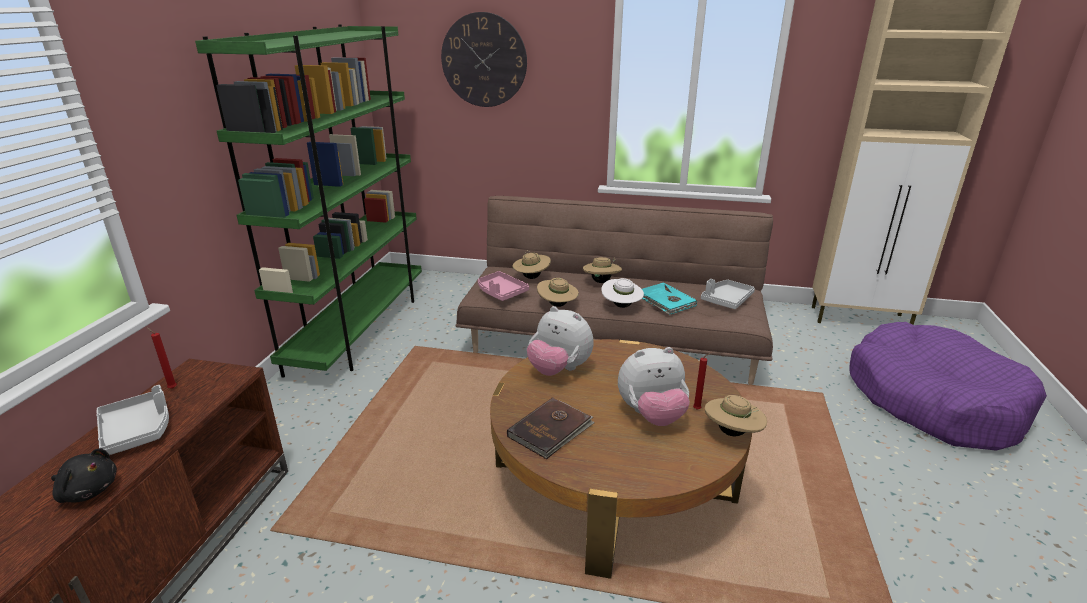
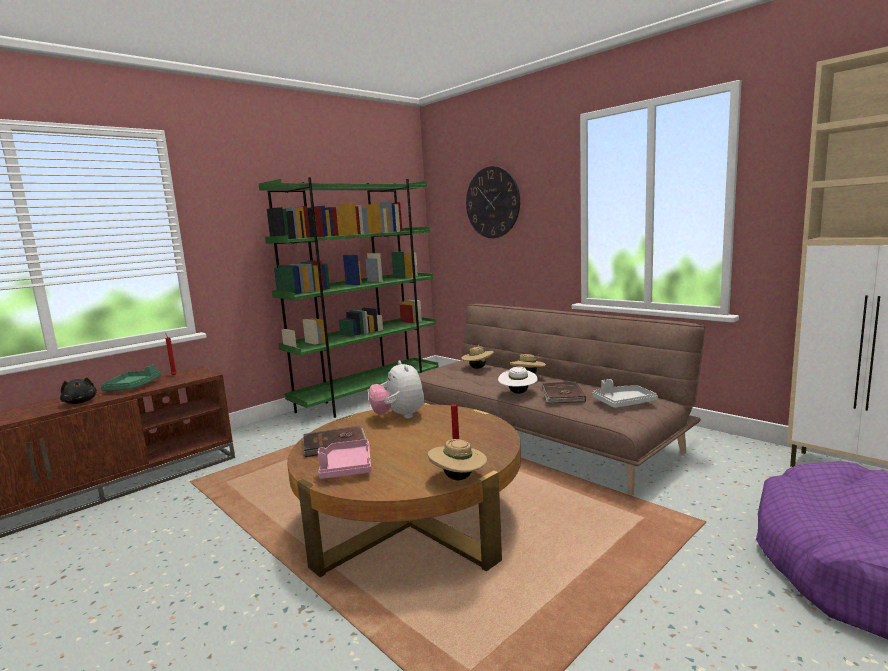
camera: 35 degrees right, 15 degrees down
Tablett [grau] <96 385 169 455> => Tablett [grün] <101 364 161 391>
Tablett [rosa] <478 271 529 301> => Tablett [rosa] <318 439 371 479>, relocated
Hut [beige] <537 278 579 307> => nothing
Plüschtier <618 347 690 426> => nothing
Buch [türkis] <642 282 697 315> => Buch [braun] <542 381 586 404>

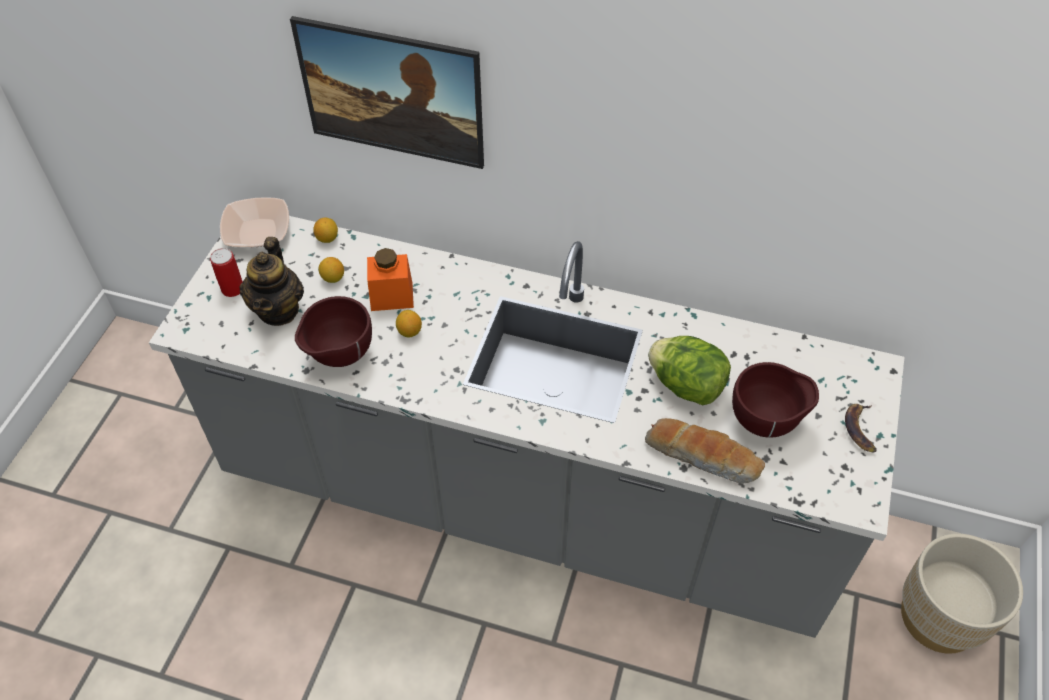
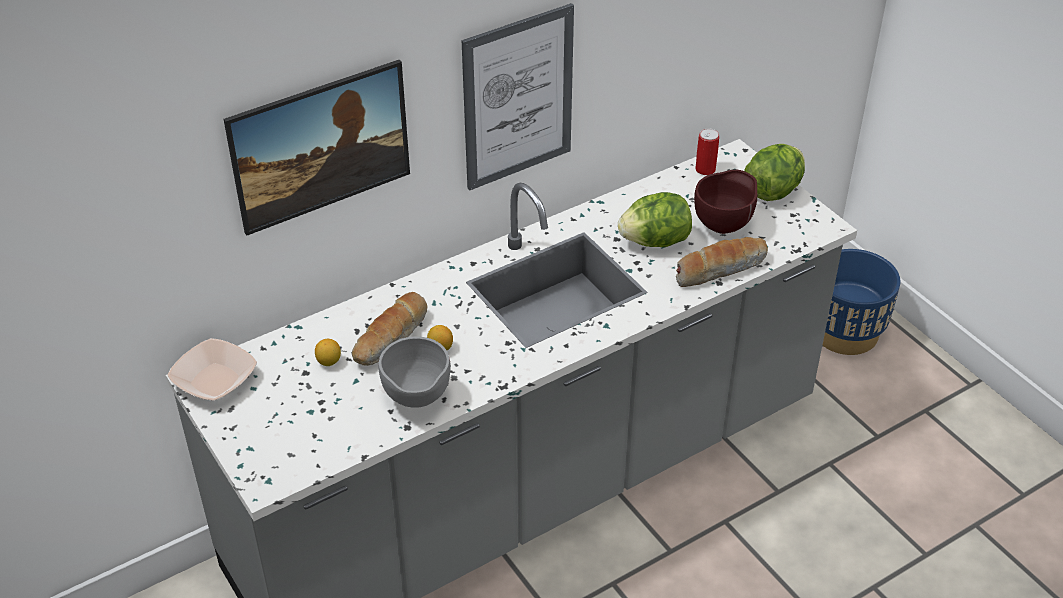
camera: 50 degrees left, 10 degrees down
Dose <210 248 243 297> => Dose <695 129 719 175>, relocated
Teekanne <239 237 304 326> => nothing
Schüssel [braun] <295 296 372 367> => Schüssel [grau] <378 336 451 408>
Zitrone <313 218 338 243> => nothing
Vorratsglas [orange] <367 248 414 311> => Brot <352 292 428 366>
Banane <845 404 877 453> => Salatkopf <744 144 805 201>
Pflanzkübel [beige] <901 534 1023 654> => Pflanzkübel [blau] <823 249 900 355>
nothing => Bild <462 3 574 190>

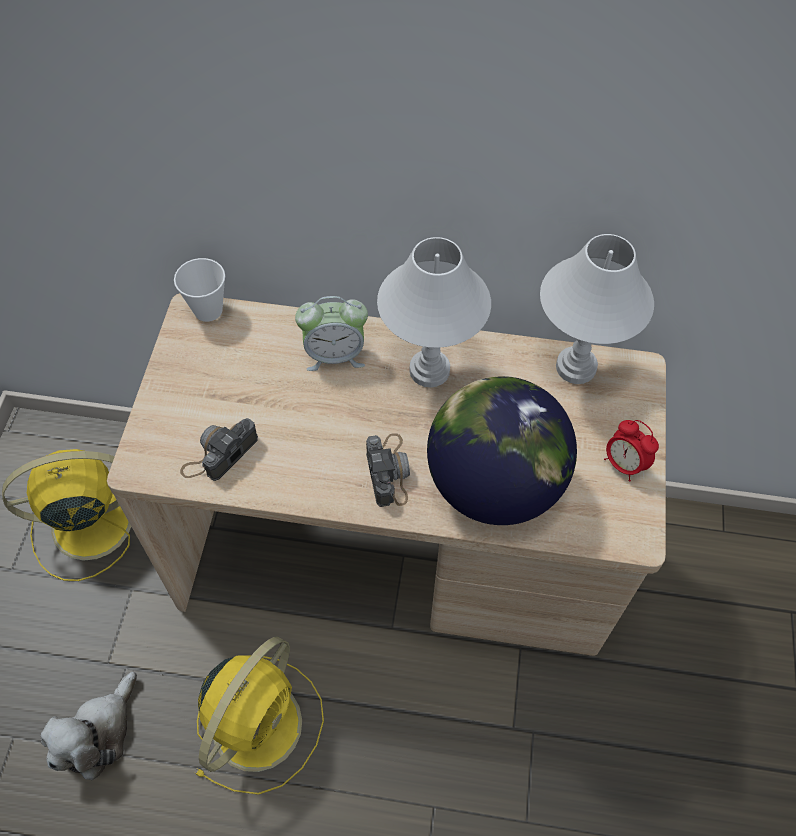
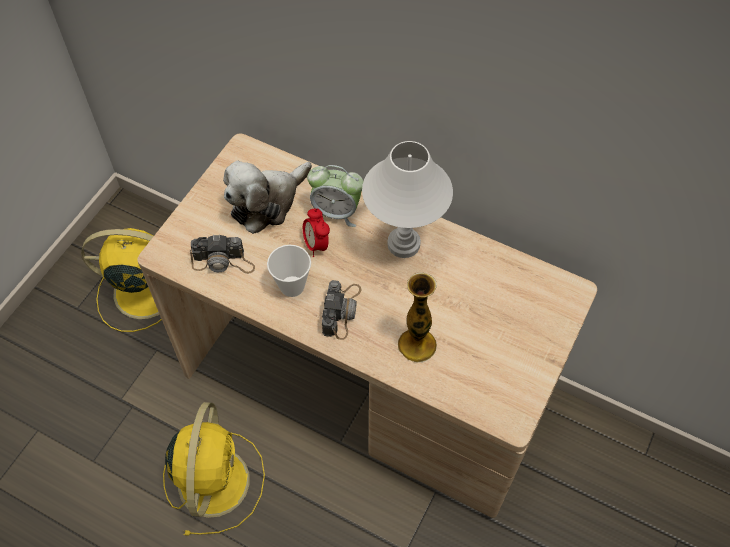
camera: 20 degrees right, 0 degrees up
Plüschtier <40 672 137 780> => Plüschtier <223 160 312 234>, relocated
Tasse <174 258 225 322> => Tasse <267 245 311 297>, relocated
Kamera <180 418 258 481> => Kamera <190 234 255 274>, 150 degrees counterclockwise
Ventilator [gelb] <194 636 324 795> => Ventilator [gelb] <163 402 265 536>, 45 degrees counterclockwise
Globus <427 376 577 525> => Vase <398 272 437 363>
Tischlampe [weiß] <540 234 654 384> => nothing
Wecker <604 420 659 482> => Wecker <303 208 330 257>, relocated

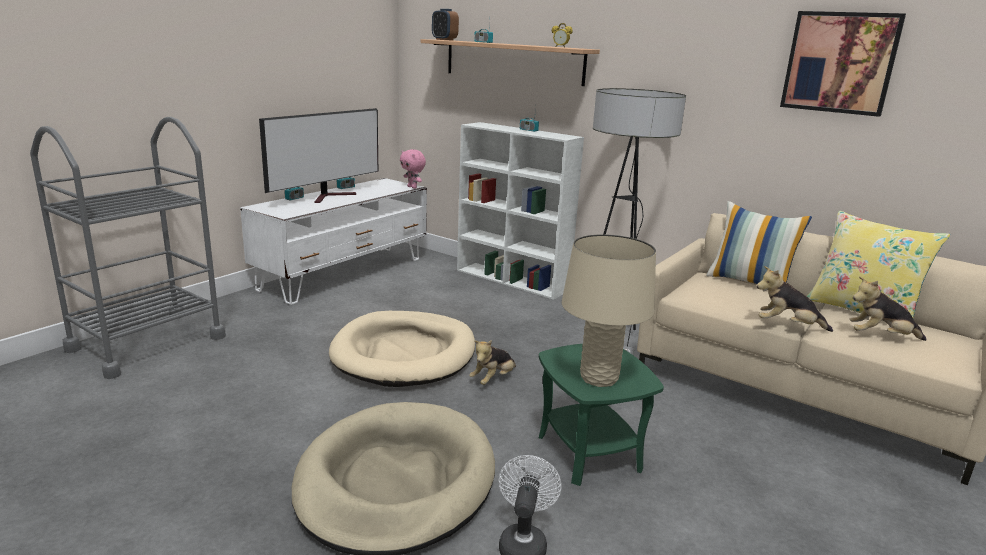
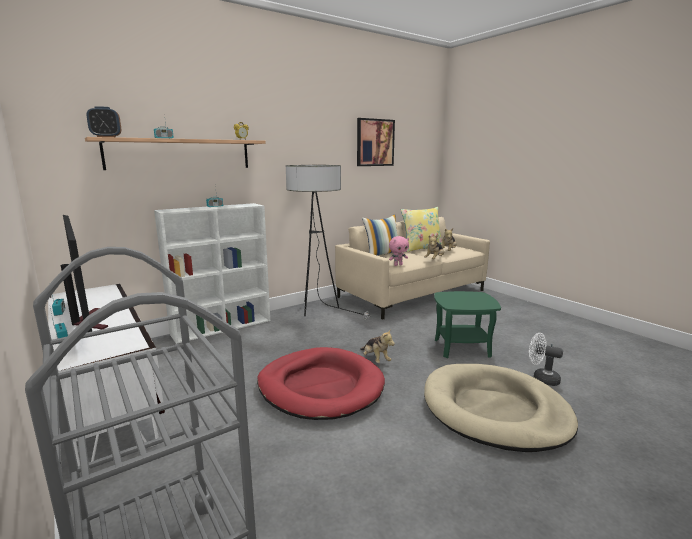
camera: 70 degrees left, 5 degrees down
Hundebett [beige] <329 311 475 387> => Hundebett [rot] <257 347 385 420>
Plüschtier [rosa] <400 149 426 189> => Plüschtier [rosa] <389 236 409 266>, relocated
Tischlampe [beige] <562 234 656 387> => nothing

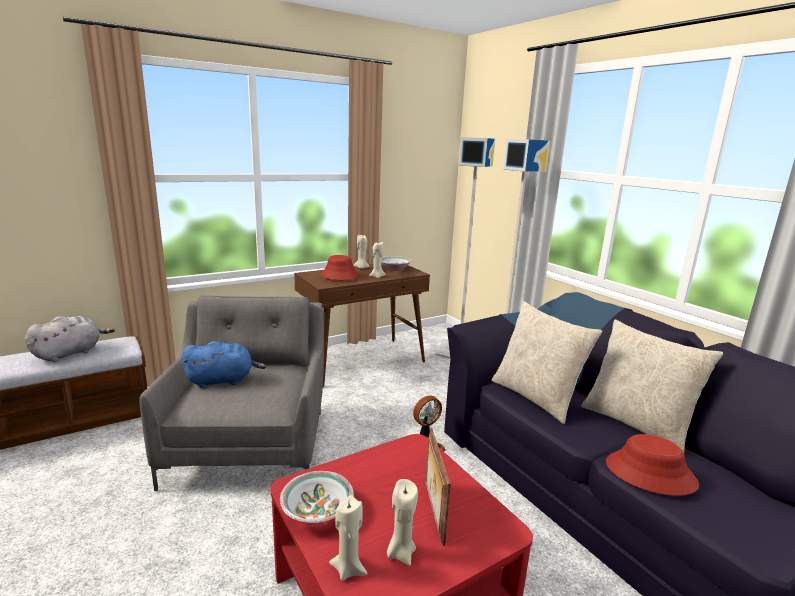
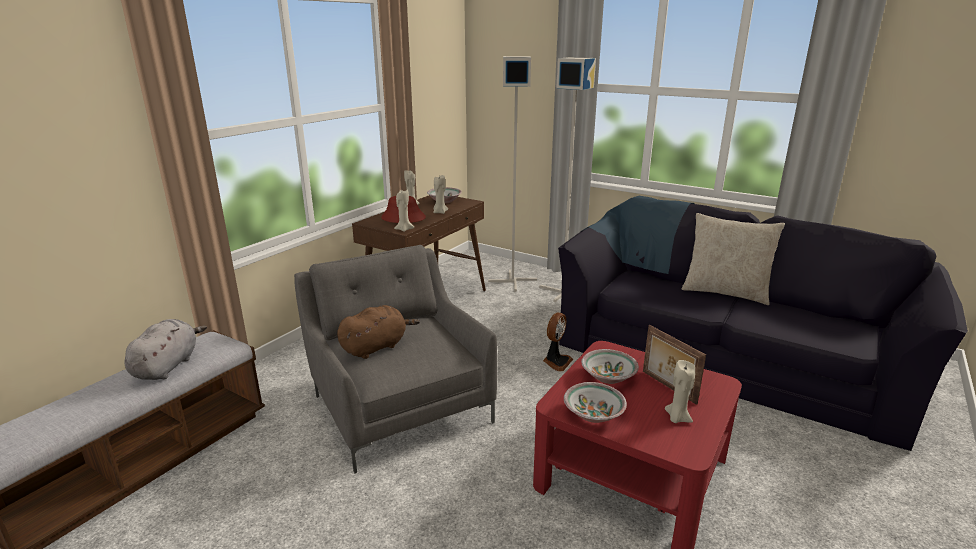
camera: 25 degrees left, 5 degrees up
Plüschtier [blau] <181 341 266 388> => Plüschtier [braun] <337 305 420 359>
Kerze [beige] <329 495 367 581> => Kerze [beige] <394 190 414 232>, relocated
Kissen [beige] <491 301 602 424> => nothing
Hut [rot] <606 434 699 496> => nothing
nothing => Schüssel <581 349 639 384>

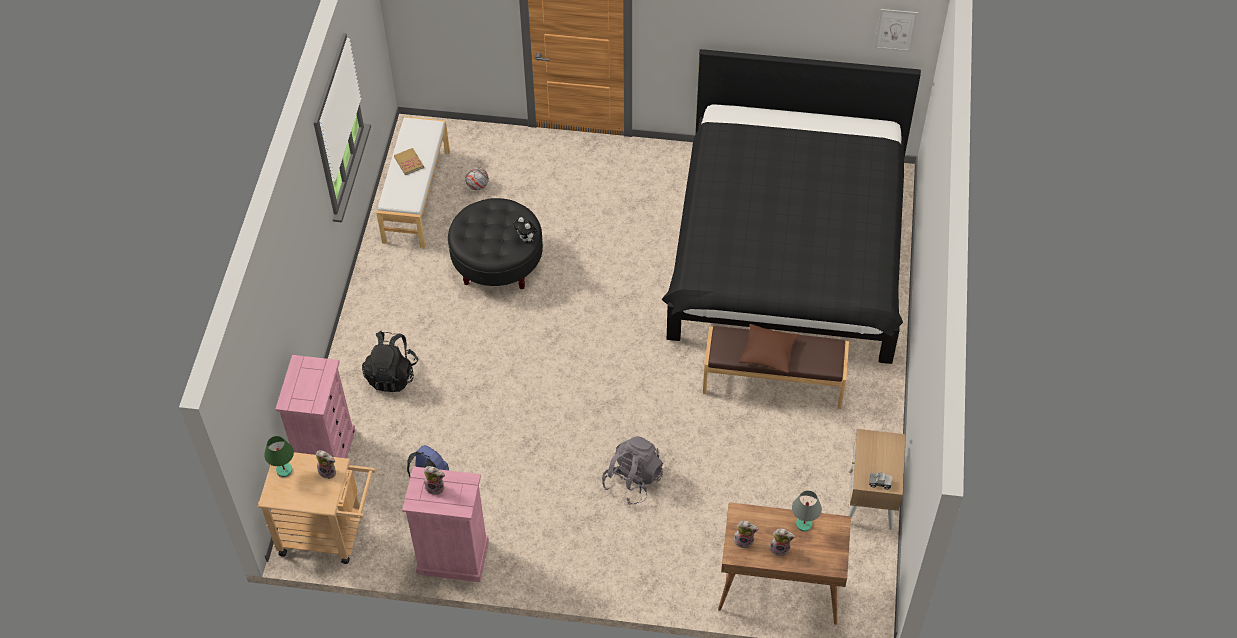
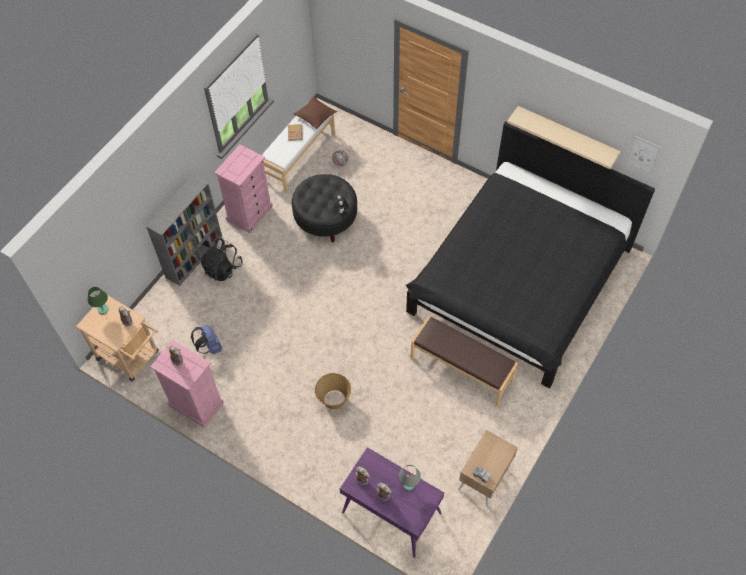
camera: 25 degrees right, 5 degrees up
Kommode [rosa] <275 355 355 458> => Kommode [rosa] <214 145 273 233>, relocated
Rucksack [grau] <602 436 663 505> => Korb <315 373 351 410>
Schreibtisch [braun] <718 502 851 625> => Schreibtisch [lila] <340 447 444 558>
Kissen [braun] <739 324 799 373> => Kissen [braun] <294 96 337 129>, relocated
nothing => Bücherregal [grau] <146 175 222 286>
nothing => Wandregal [beige] <507 106 621 169>

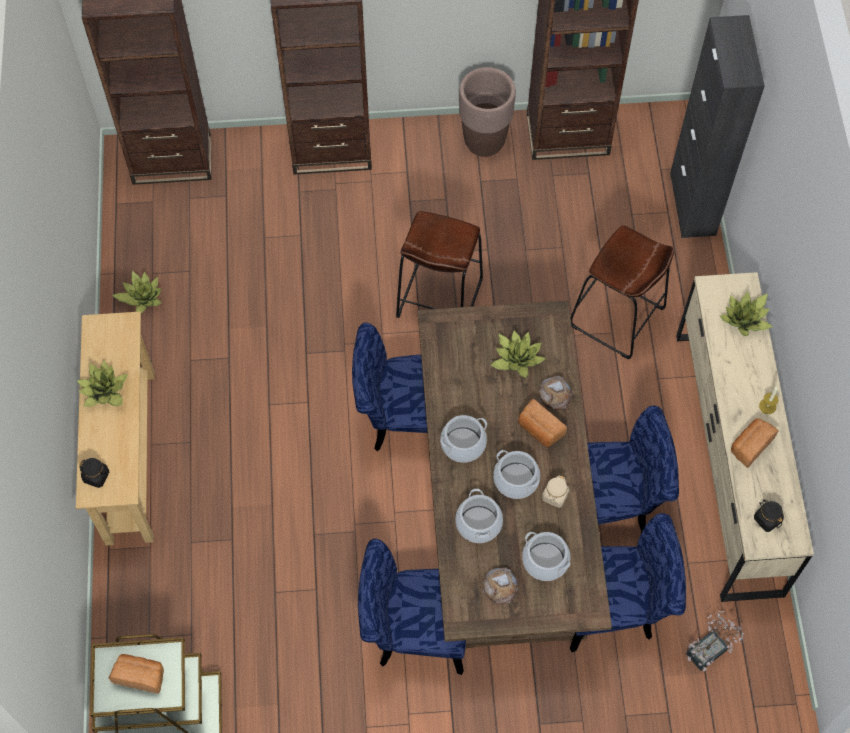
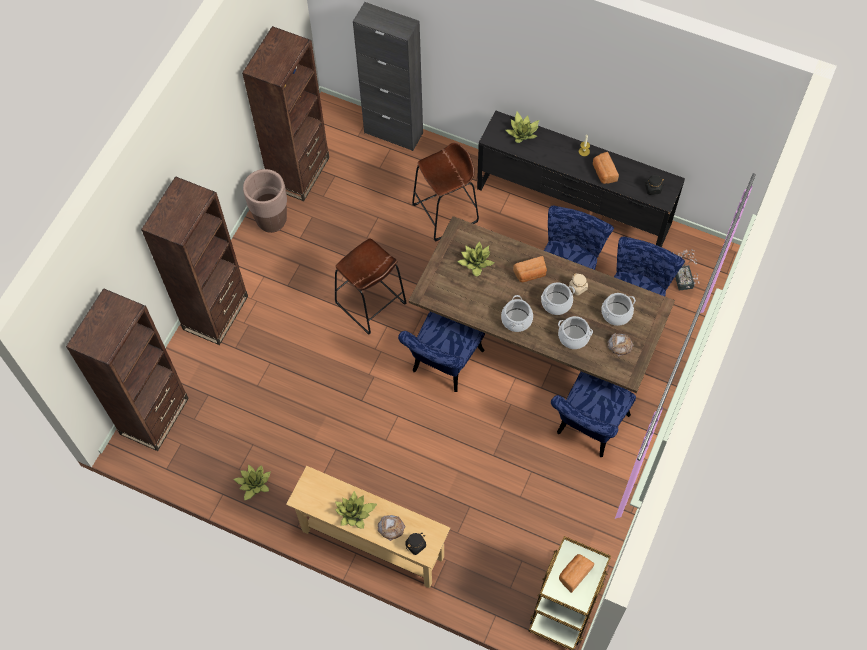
camera: 60 degrees left, 0 degrees up
Brot <538 376 572 410> => Brot <378 515 406 541>, relocated
Kommode [beige] <676 272 814 602> => Kommode [schwarz] <477 110 685 247>

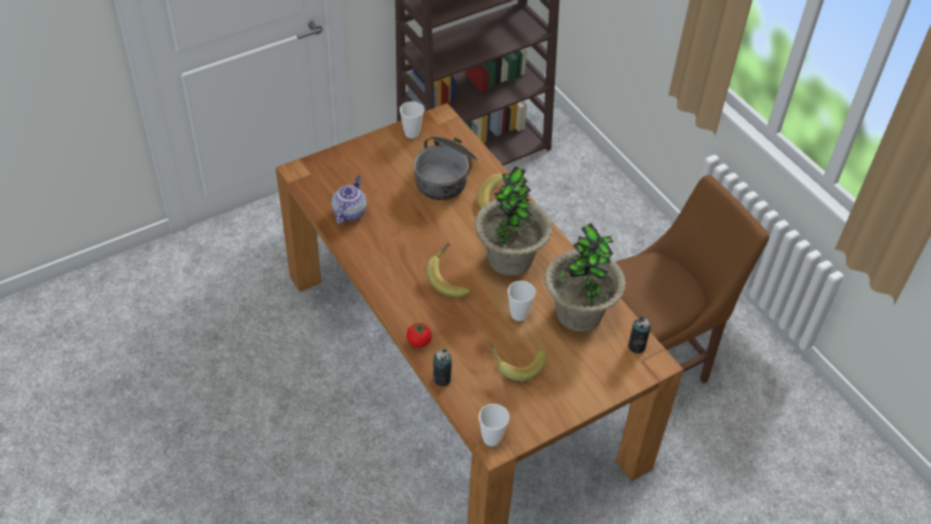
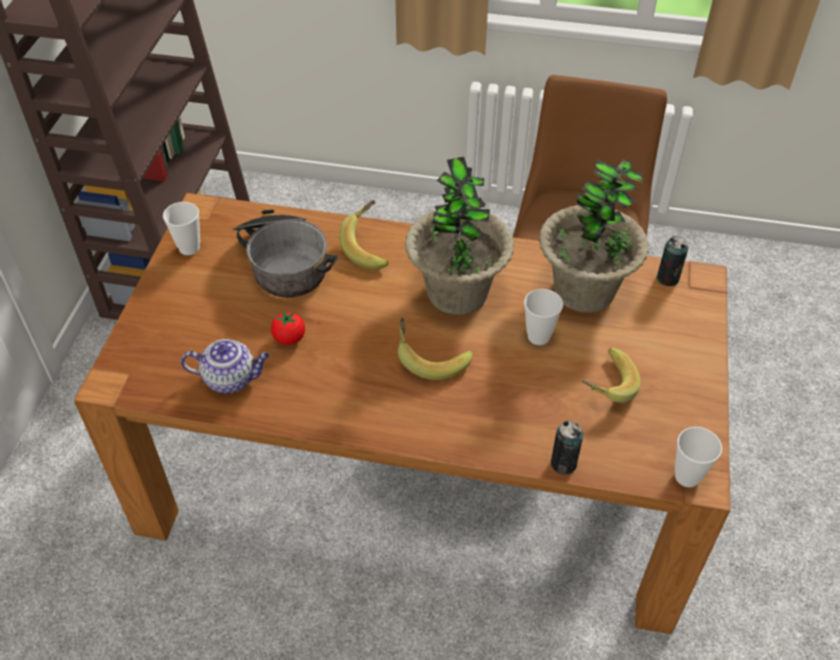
camera: 45 degrees left, 0 degrees up
Teekanne <331 176 367 224> => Teekanne <181 339 270 394>, 120 degrees clockwise
Tomate <406 322 432 348> => Tomate <271 311 305 345>, relocated

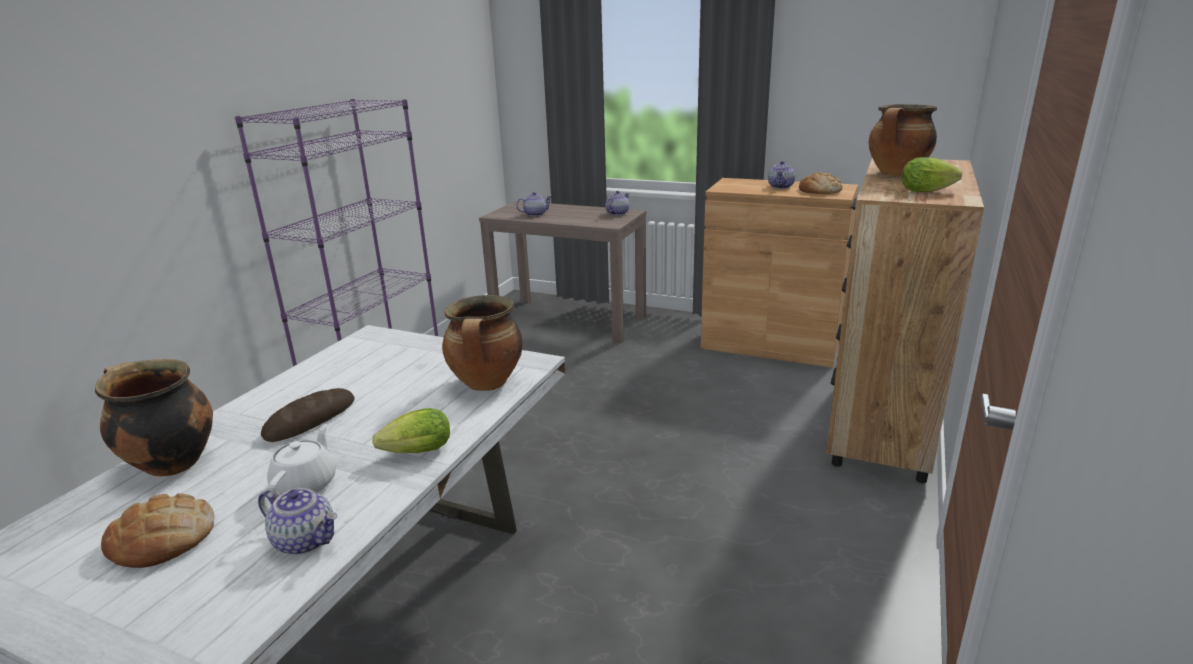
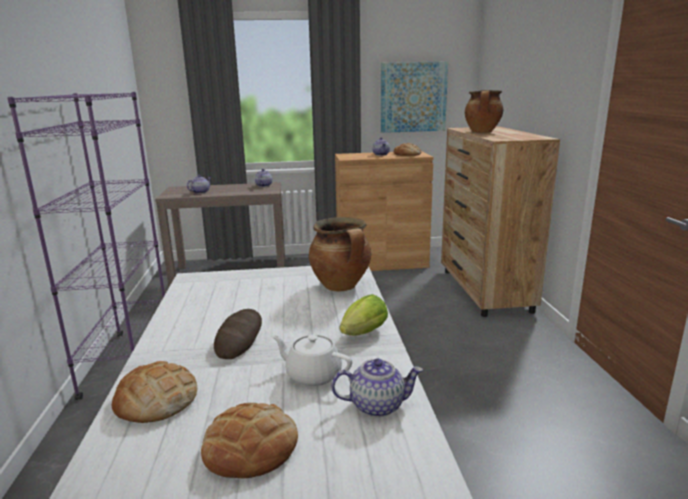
camera: 30 degrees left, 5 degrees down
Kochtopf <95 359 213 476> => Brot <112 361 197 423>
Teekanne [weiß] <267 424 336 497> => Teekanne [weiß] <272 335 352 386>, 45 degrees counterclockwise
Salatkopf <902 157 962 192> => nothing
nothing => Bild <381 61 448 133>

